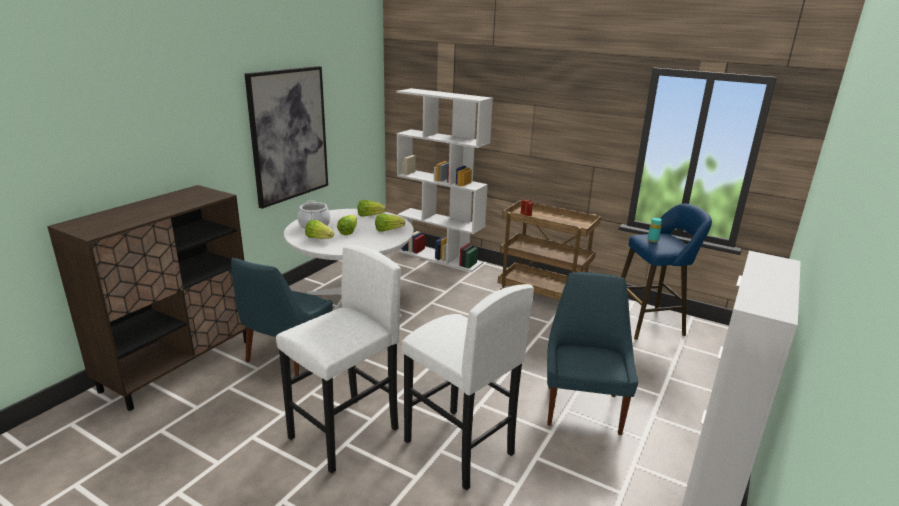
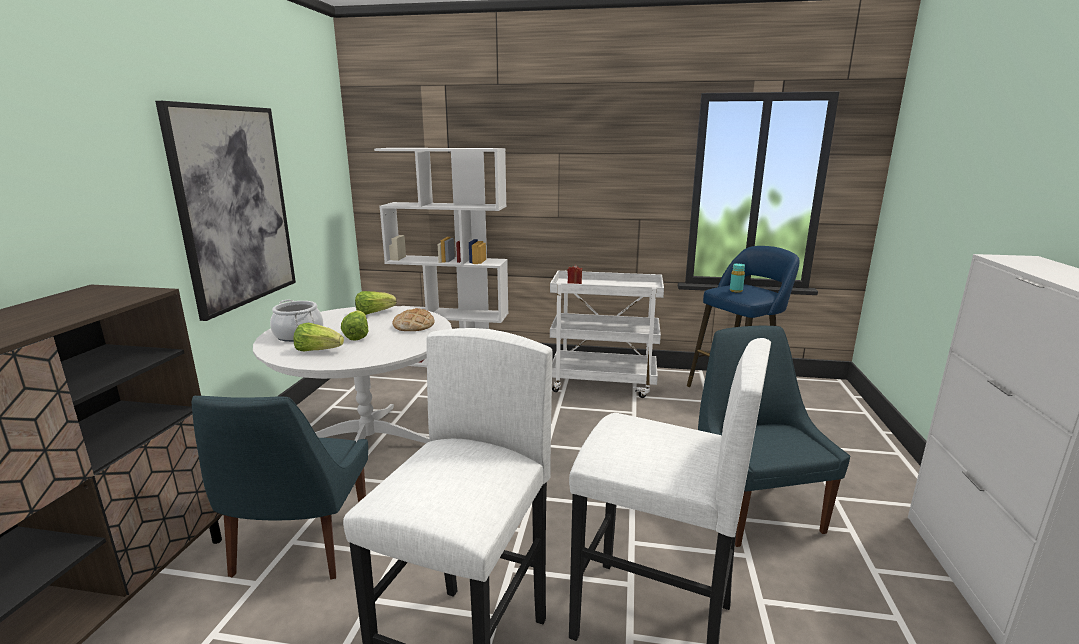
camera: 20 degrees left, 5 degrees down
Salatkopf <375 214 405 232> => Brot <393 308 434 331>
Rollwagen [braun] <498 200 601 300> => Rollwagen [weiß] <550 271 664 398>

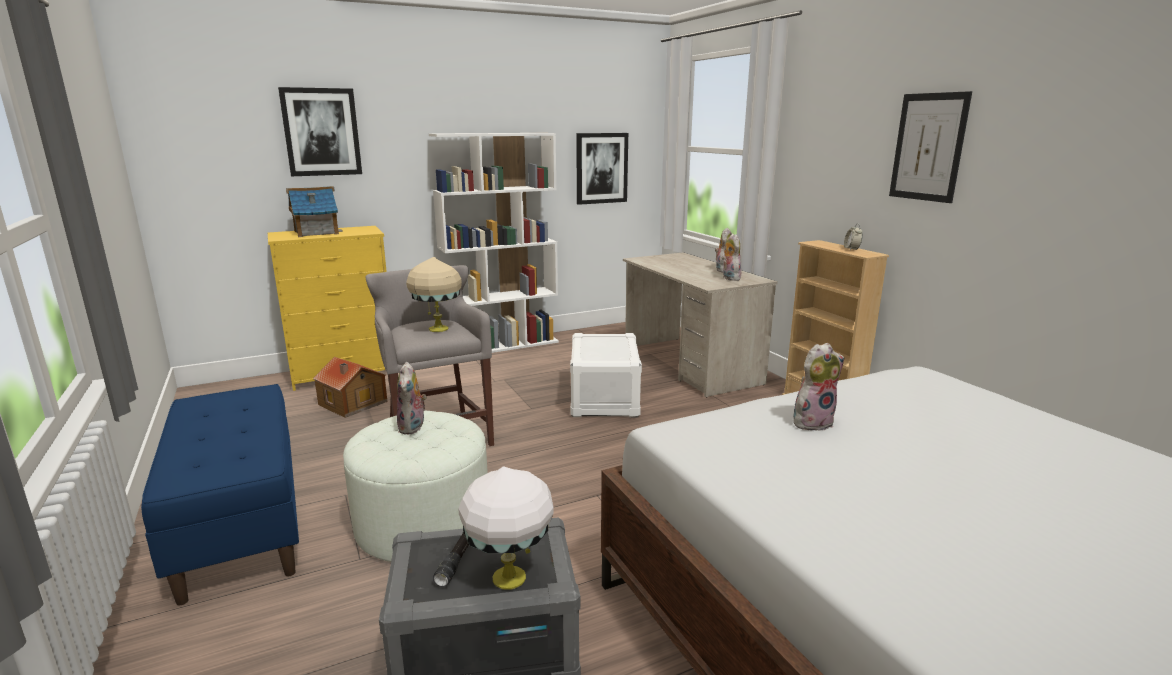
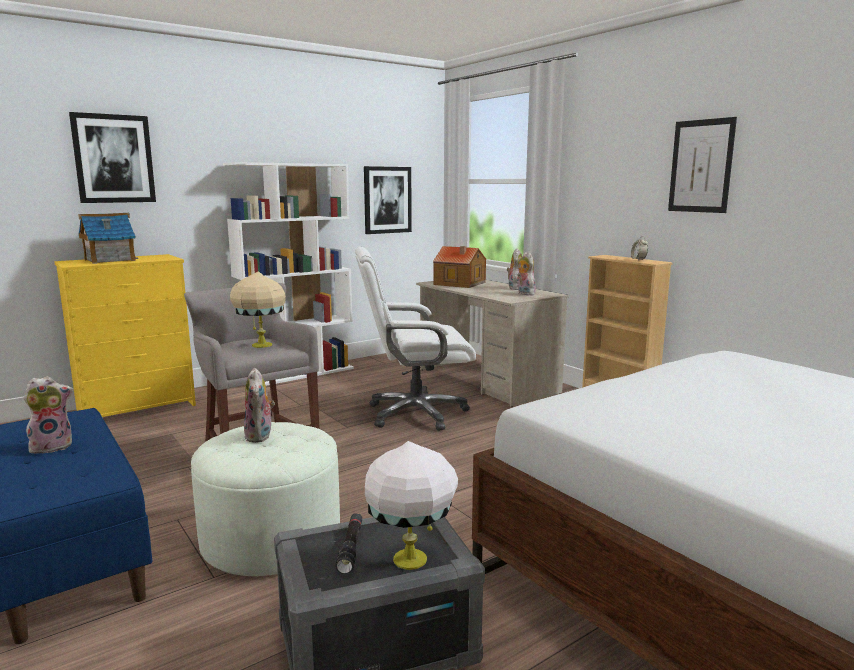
camera: 10 degrees left, 5 degrees down
Spielzeughaus <313 357 388 418> => Spielzeughaus <433 246 486 288>, relocated
Aufbewahrungsbox [weiß] <570 333 642 417> => Bürostuhl [weiß] <355 247 476 431>
Plüschtier <793 343 844 431> => Plüschtier <24 376 73 454>, relocated

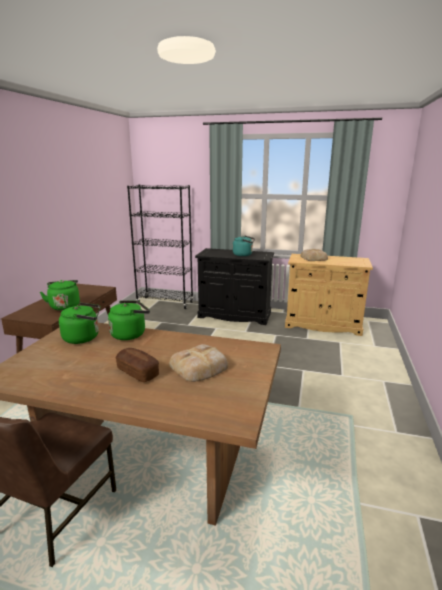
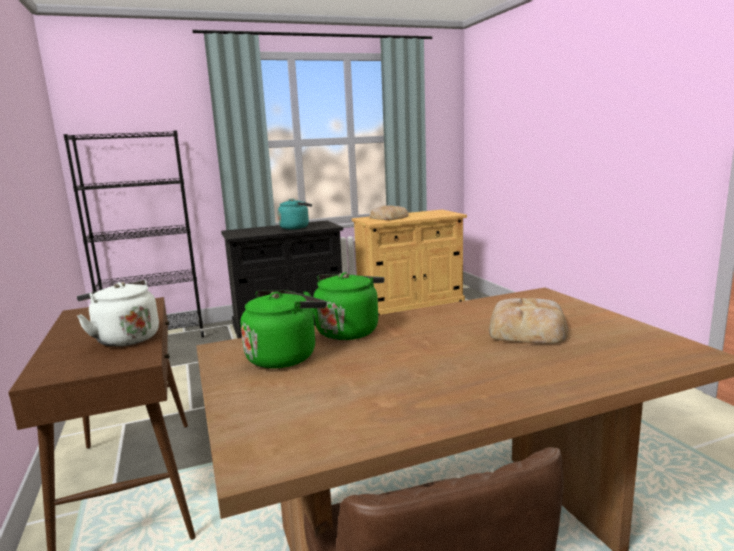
camera: 35 degrees left, 5 degrees down
Wasserkessel [grün] <40 280 80 311> => Wasserkessel [weiß] <77 280 159 347>
Brot <116 348 159 382> => nothing

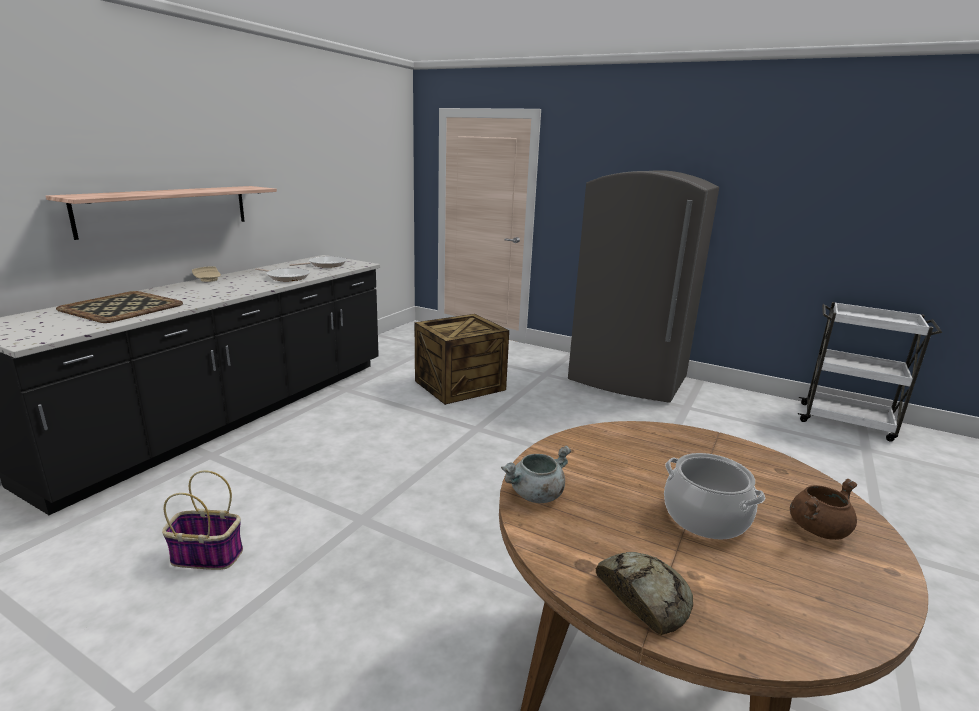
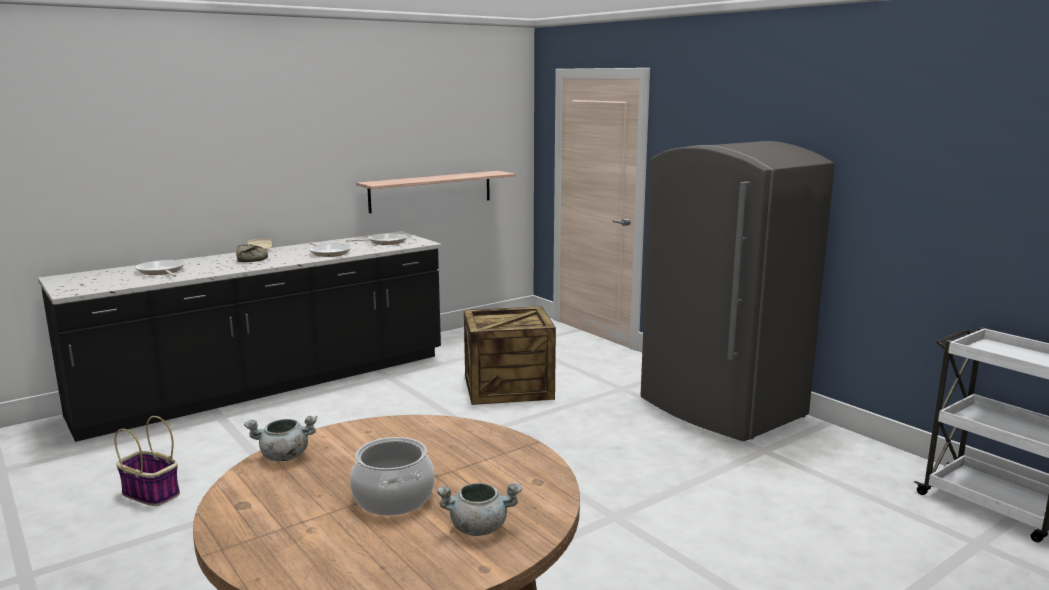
camera: 25 degrees right, 5 degrees down
Wandregal <46 186 277 240> => Wandregal <356 171 516 213>, relocated
Tablett <56 291 183 323> => Pfanne <135 260 185 277>
Brot <596 552 693 635> => Brot <236 244 268 262>, relocated
Kochtopf [braun] <790 479 857 540> => Kochtopf [grau] <437 483 522 536>

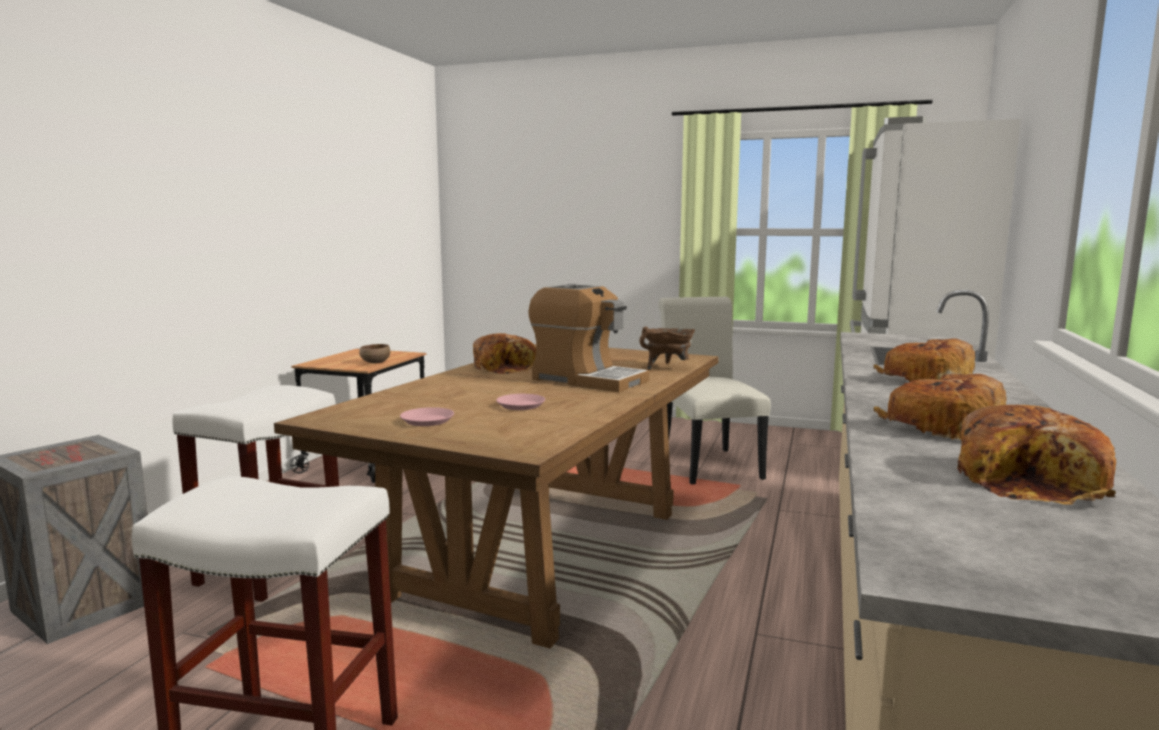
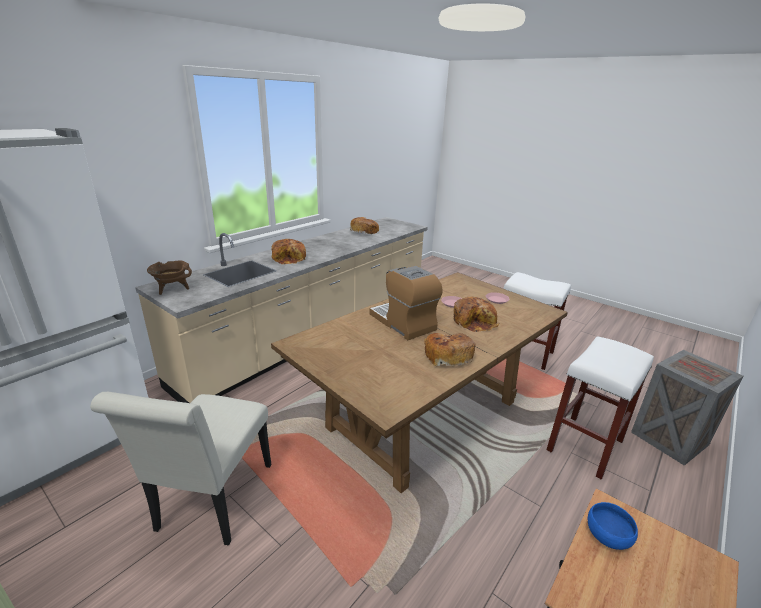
camera: 160 degrees left, 15 degrees up
Schüssel [braun] <359 344 390 363> => Schüssel [blau] <588 502 638 550>
Kochtopf [braun] <639 327 695 370> => Kochtopf [braun] <147 260 192 295>, relocated
Brot <874 374 1007 440> => Brot <454 297 500 332>, relocated

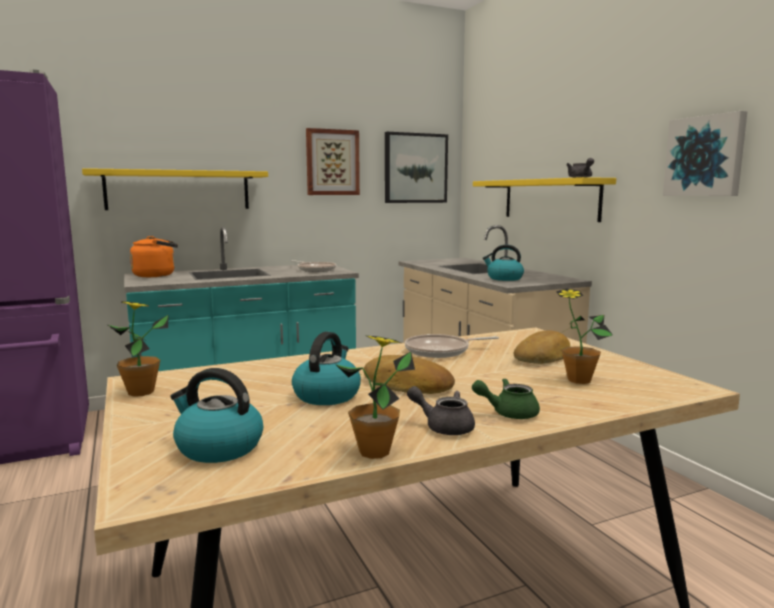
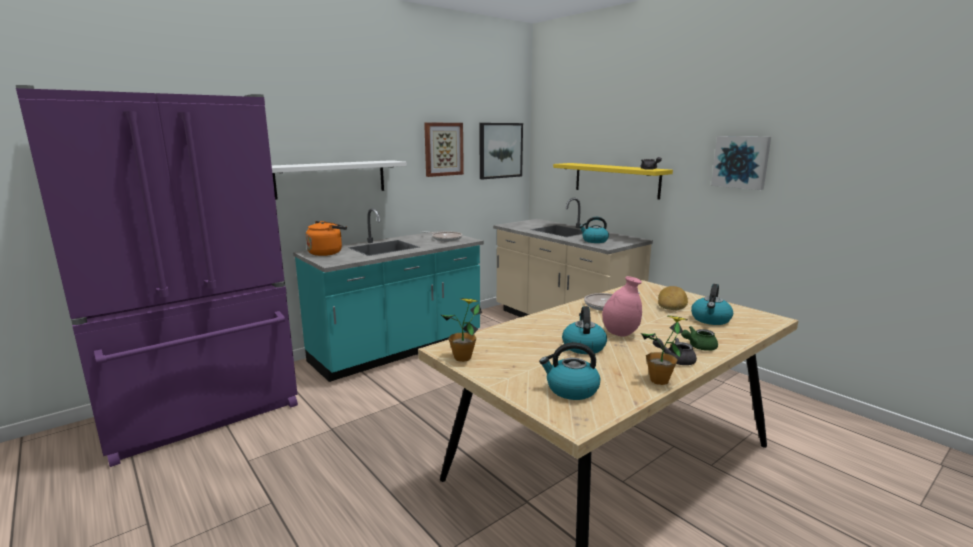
camera: 15 degrees left, 5 degrees up
Wandregal [gelb] <82 168 268 210> => Wandregal [weiß] <272 160 407 200>
Brot <364 355 455 394> => Vase [rosa] <602 276 642 337>
Topfpflanze <556 288 613 384> => Wasserkessel <691 284 733 325>

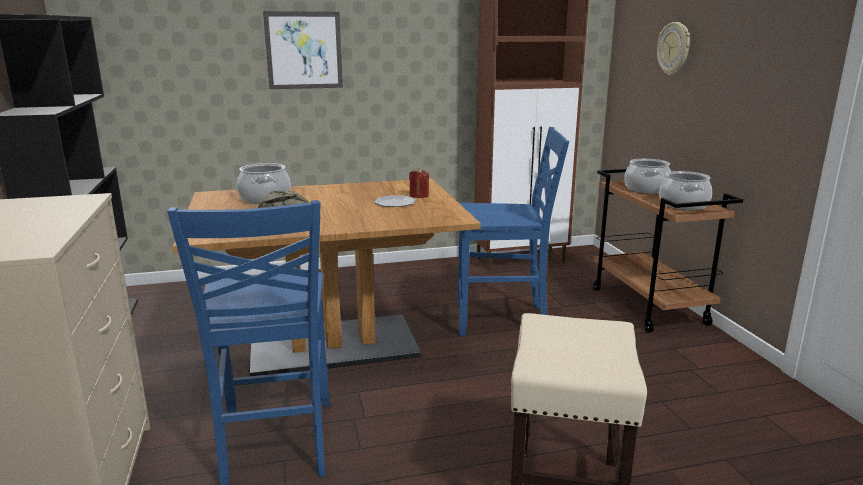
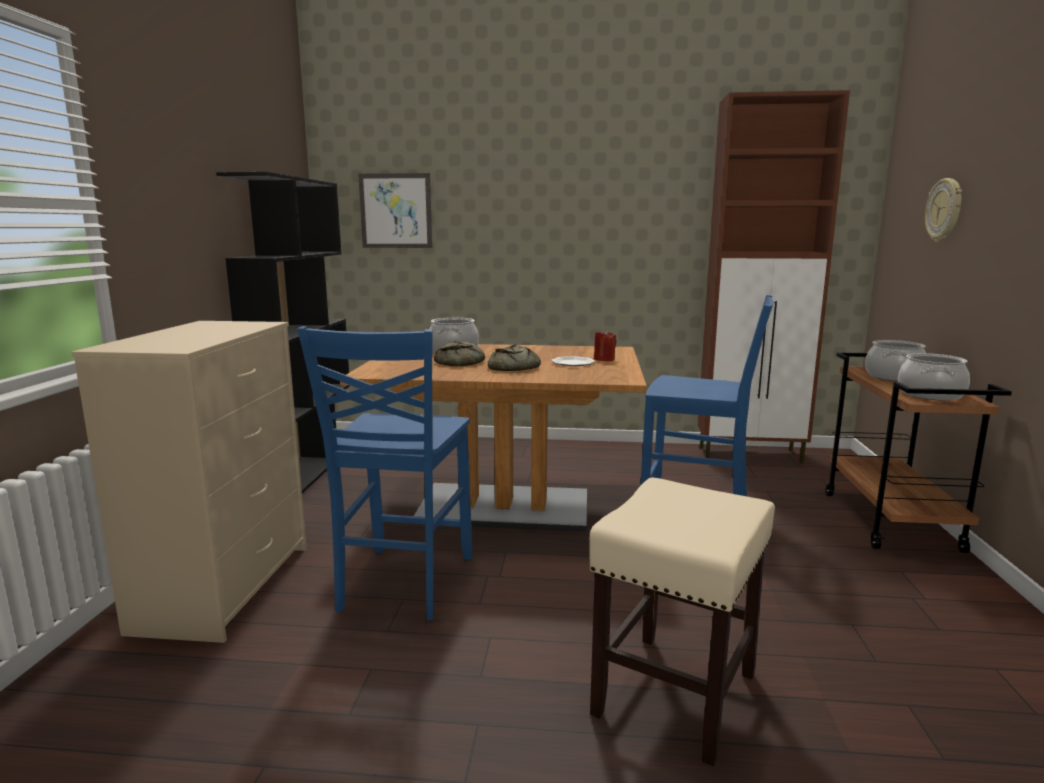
camera: 20 degrees right, 5 degrees down
Bild <263 11 343 89> => Bild <358 173 432 248>, relocated
nothing => Brot <488 345 541 371>

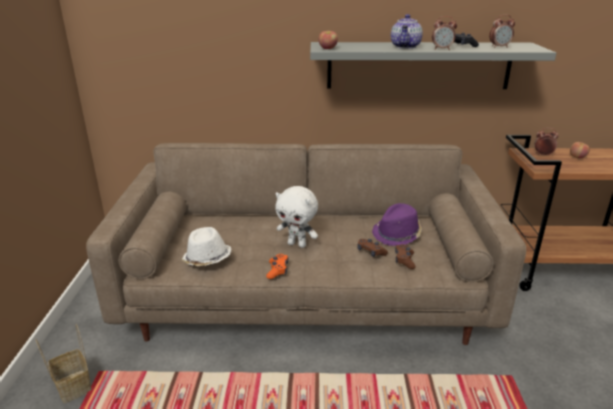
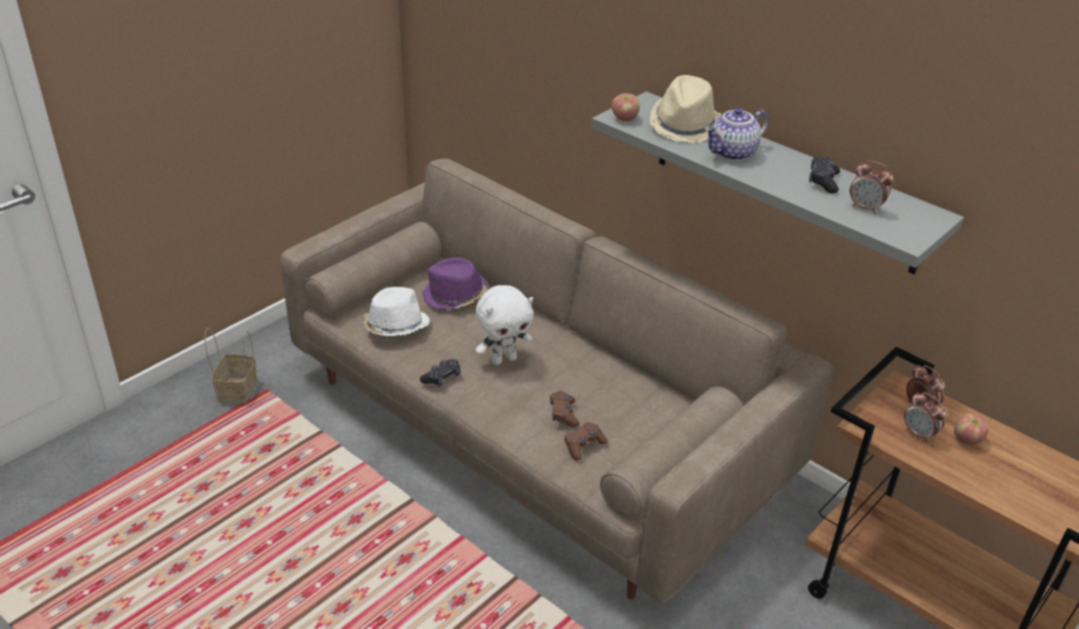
camera: 40 degrees right, 10 degrees up
Gamepad [orange] <266 254 288 279> => Gamepad [schwarz] <420 359 461 387>
Plüschtier [weiß] <276 186 318 248> => Plüschtier [weiß] <476 285 533 365>, 90 degrees counterclockwise
Hut [lila] <372 203 422 246> => Hut [lila] <422 257 488 310>, relocated
Wecker <432 16 457 50> => Wecker <904 392 947 443>, relocated
nothing => Hut [beige] <650 75 722 143>

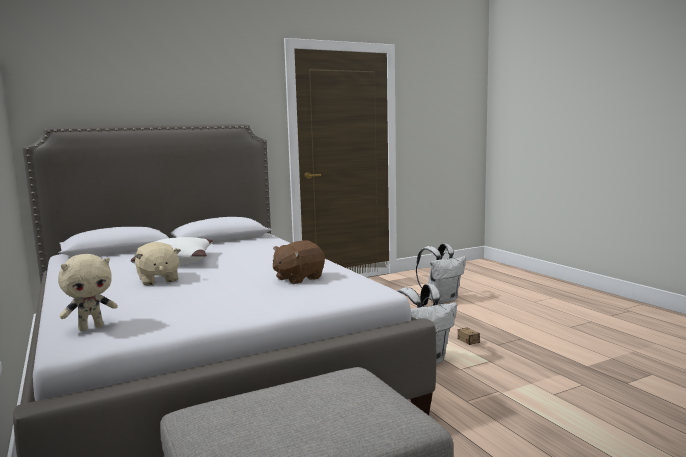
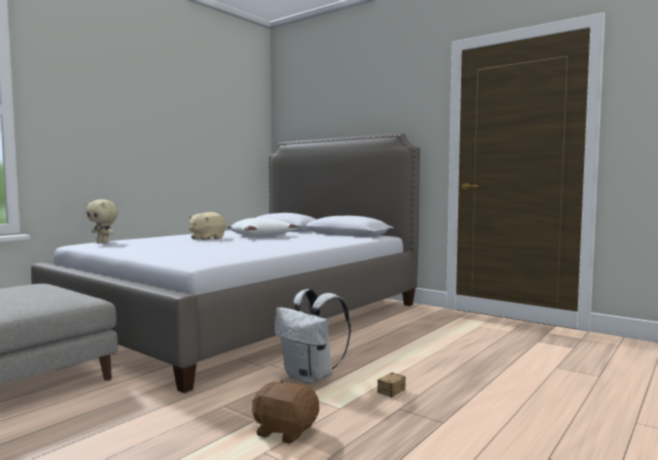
camera: 65 degrees right, 5 degrees down
Plüschtier [braun] <273 240 325 284> => Plüschtier [braun] <252 380 319 444>, relocated
Rucksack [weiß] <416 244 466 304> => nothing

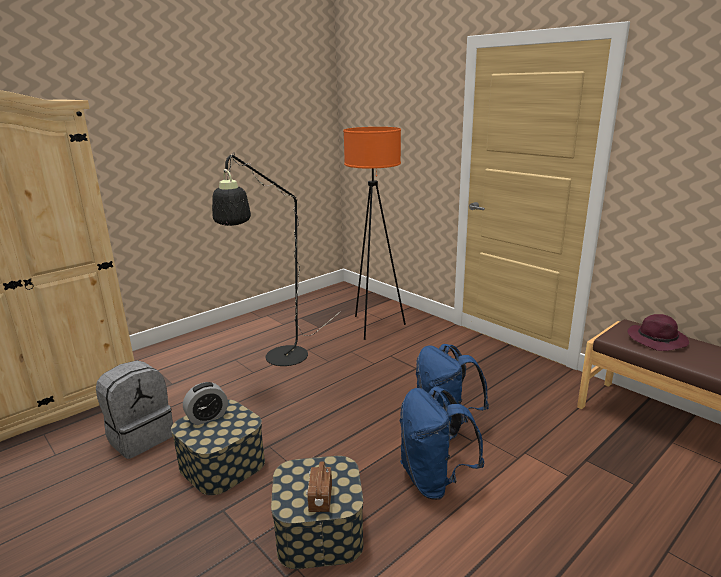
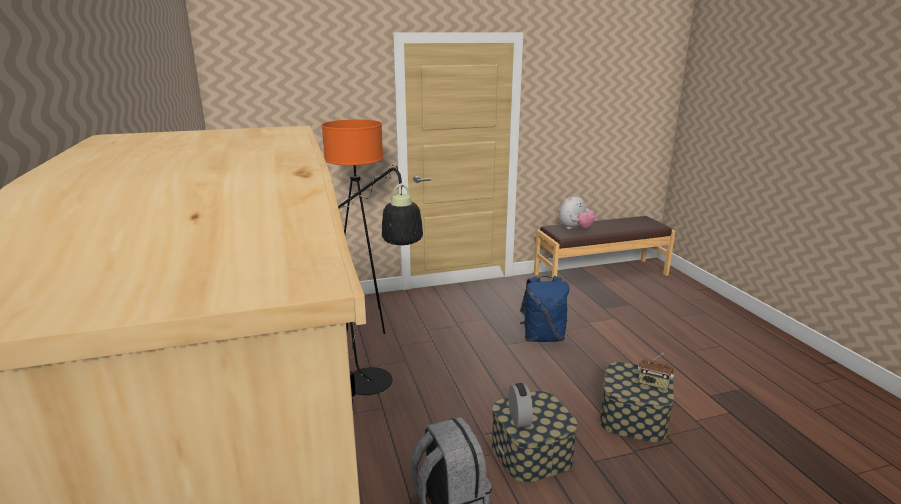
camera: 65 degrees left, 0 degrees up
Rucksack [blau] <400 387 484 500> => nothing
Hut [lila] <627 314 689 351> => Plüschtier <559 195 595 229>

